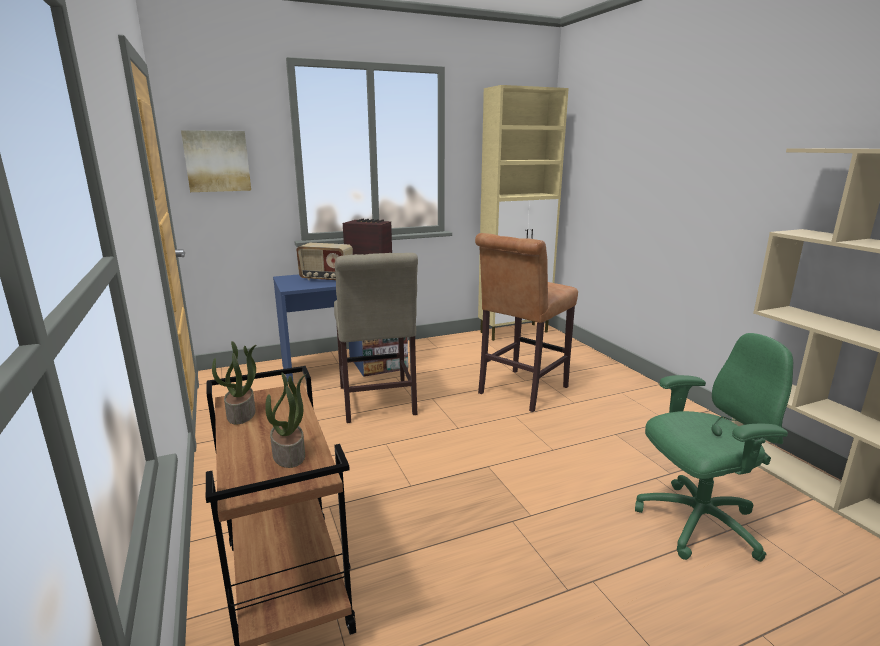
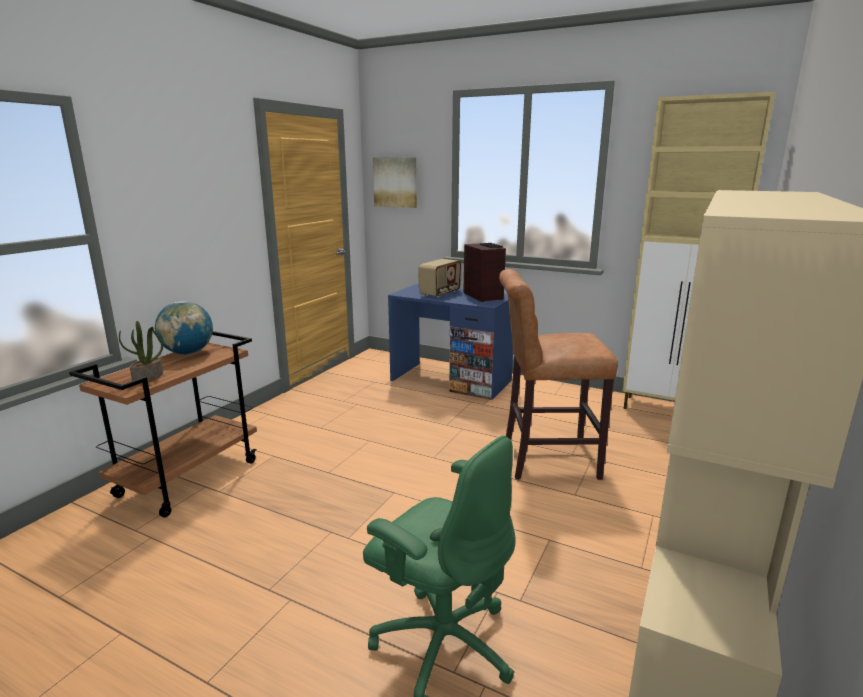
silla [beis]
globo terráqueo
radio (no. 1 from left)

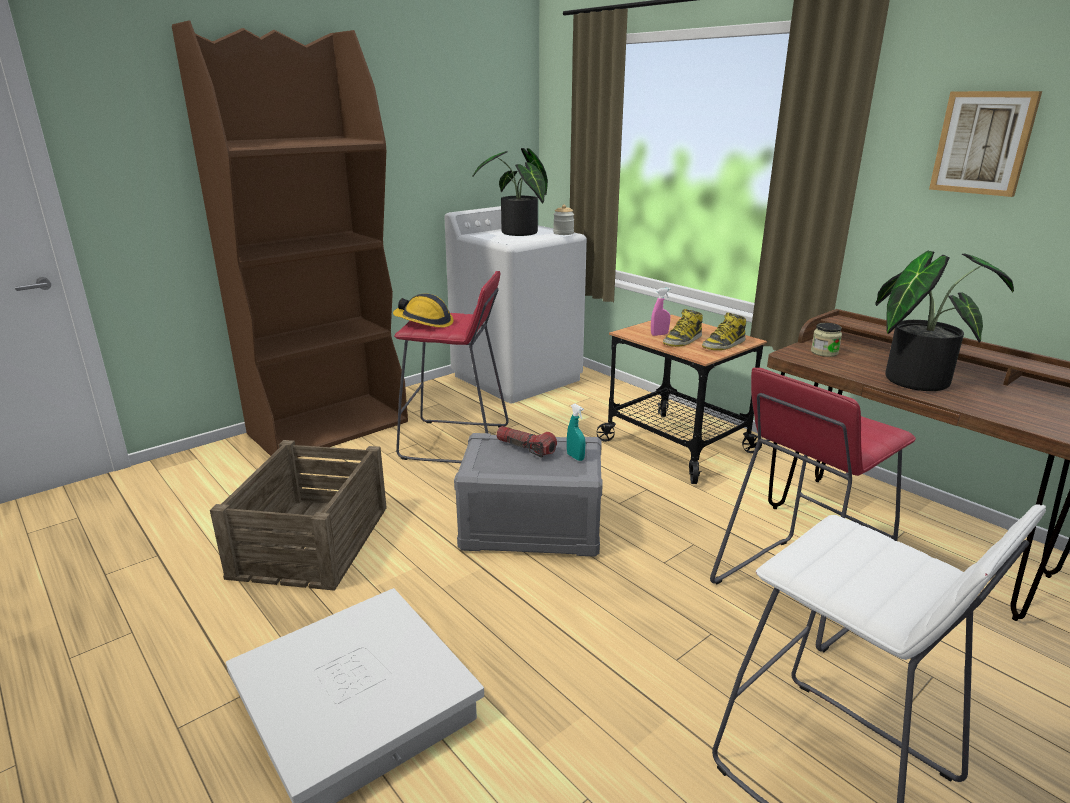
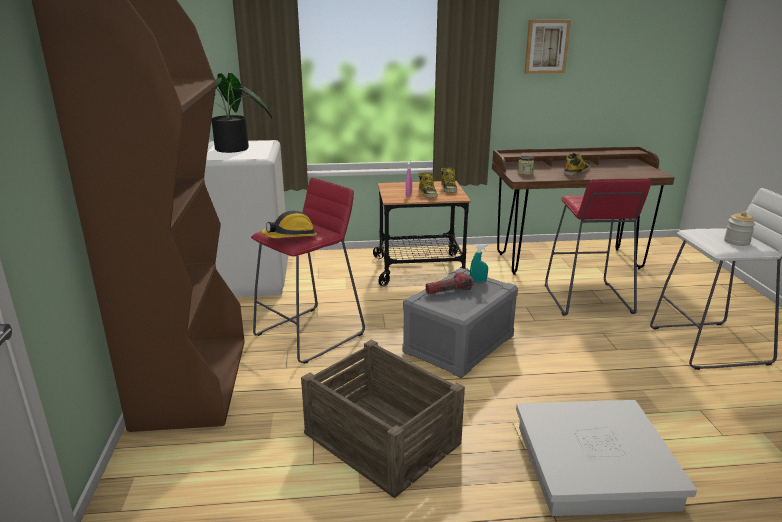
tarro (no. 2 from left)
bota (no. 3 from left)

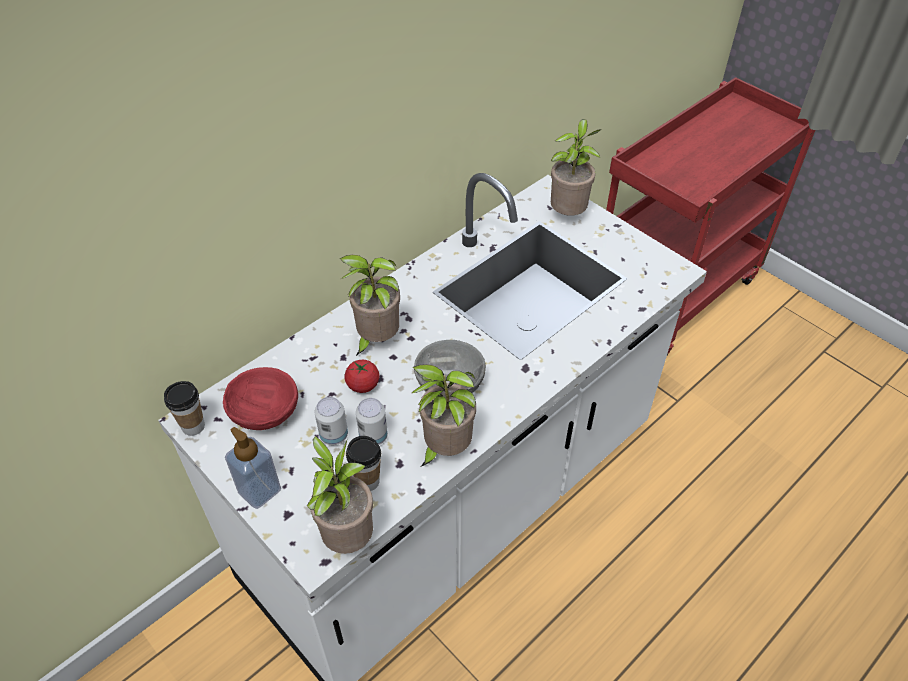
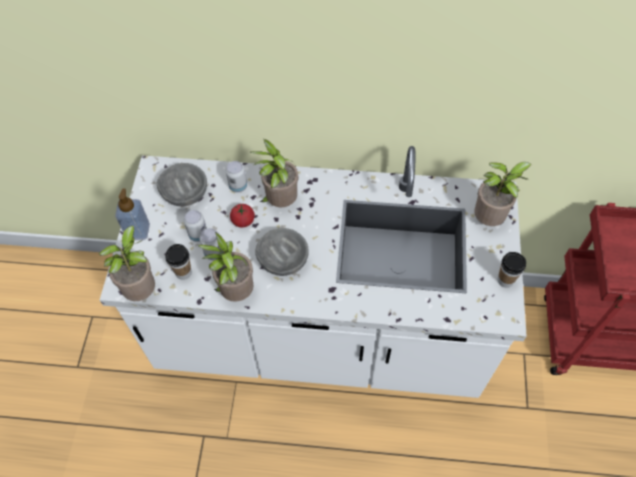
lata (no. 3 from left)
taza (no. 2 from left)
cuenco [gris] (no. 1 from left)

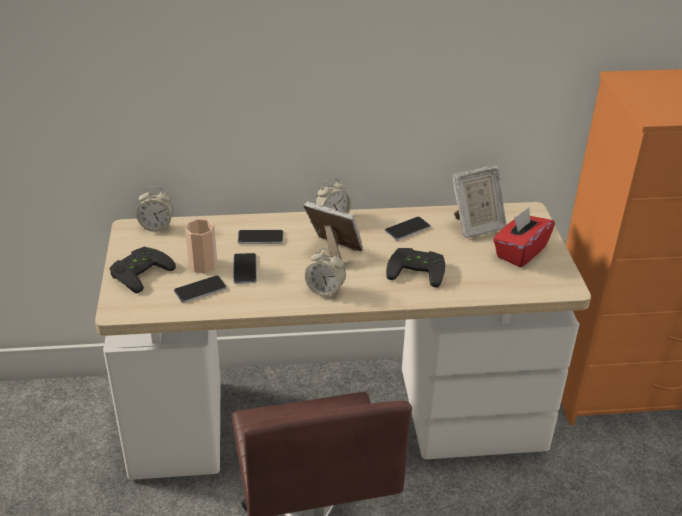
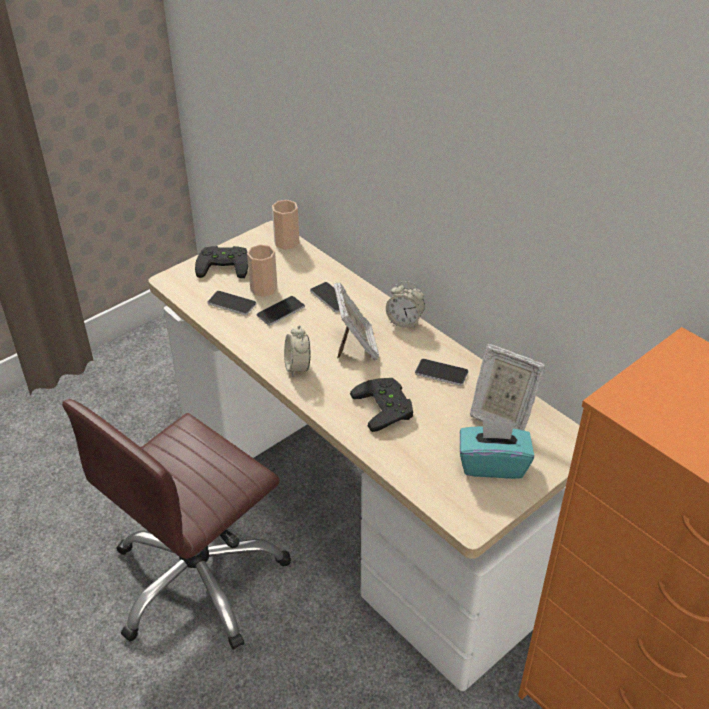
taza (no. 2 from left)
caja de pañuelos [turquesa]

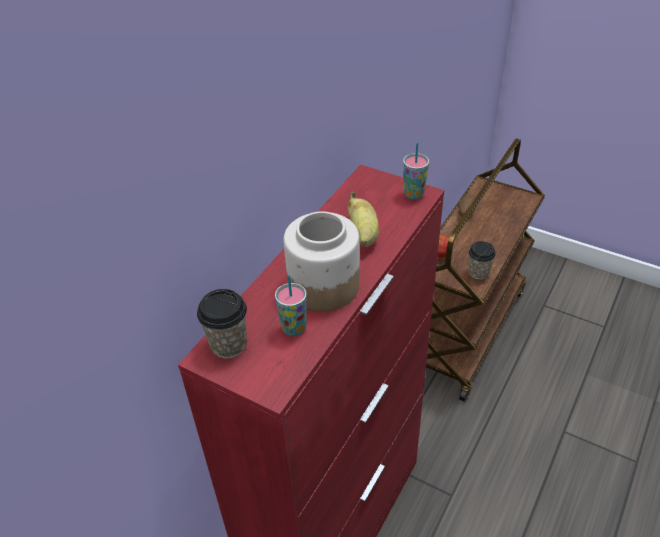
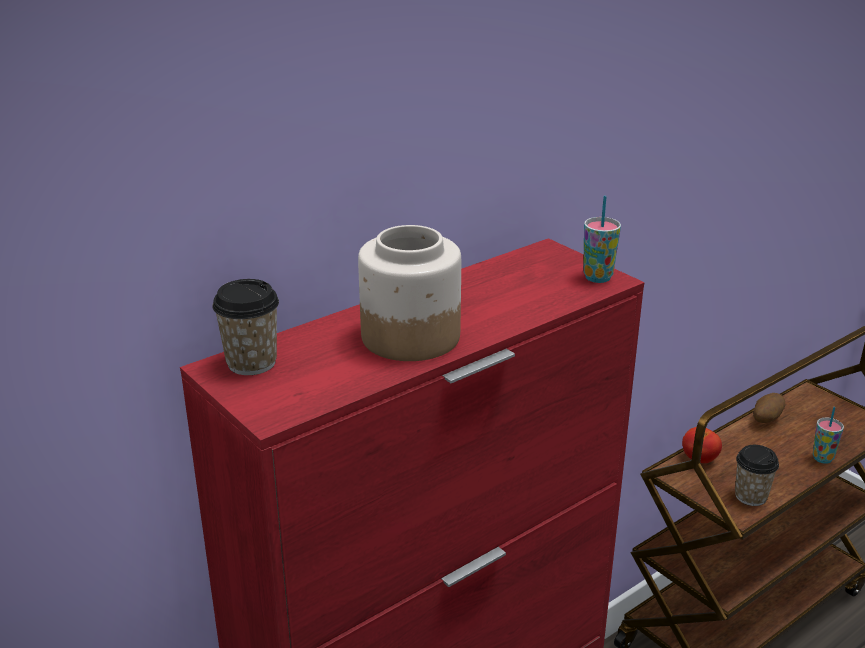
plátano
taza (no. 4 from left)

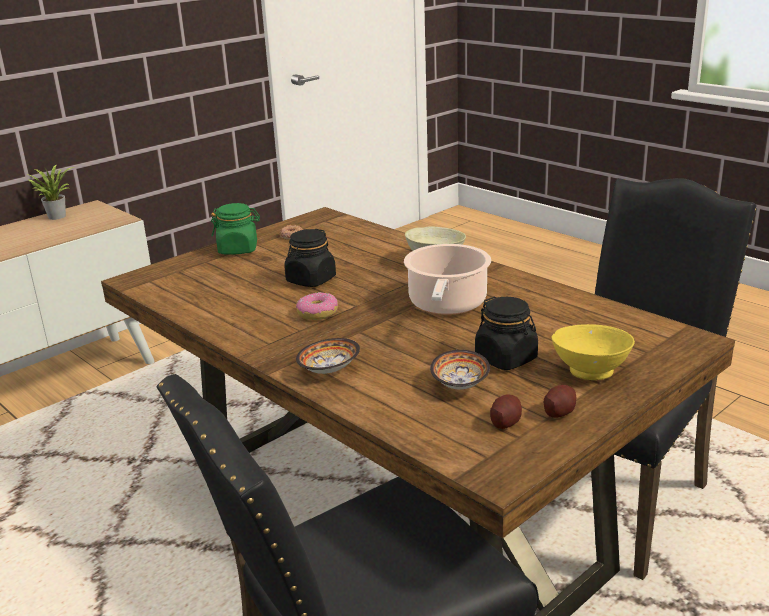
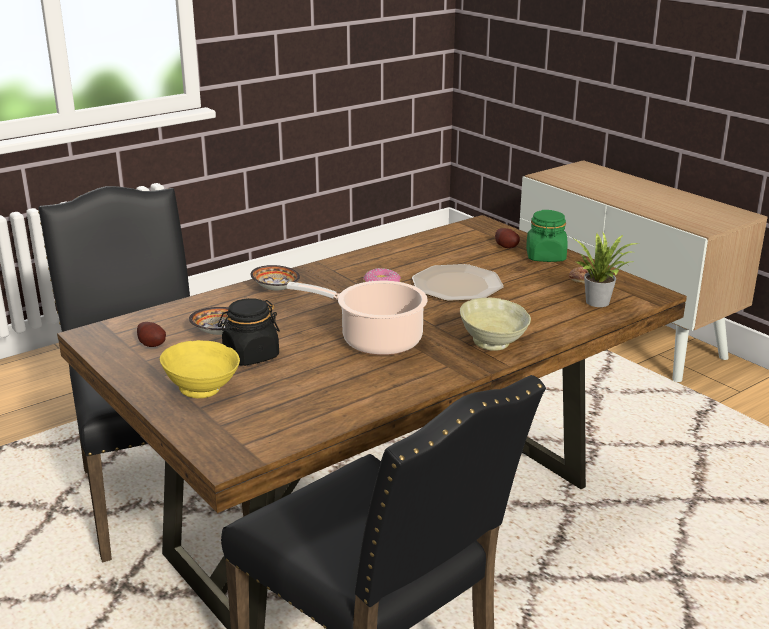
planta en maceta
patata (no. 2 from left)
plato

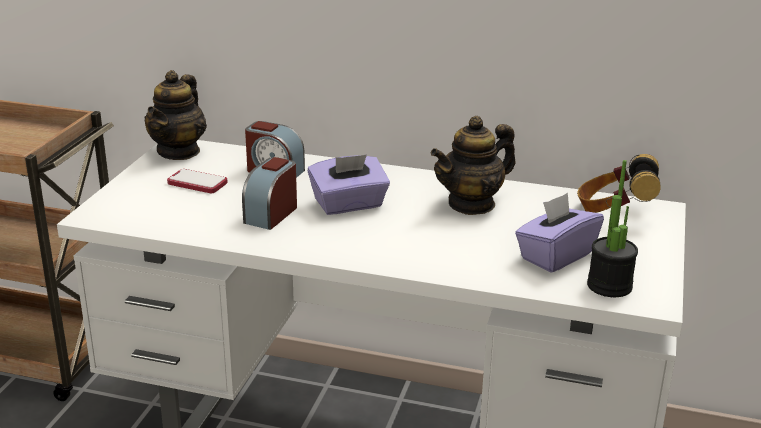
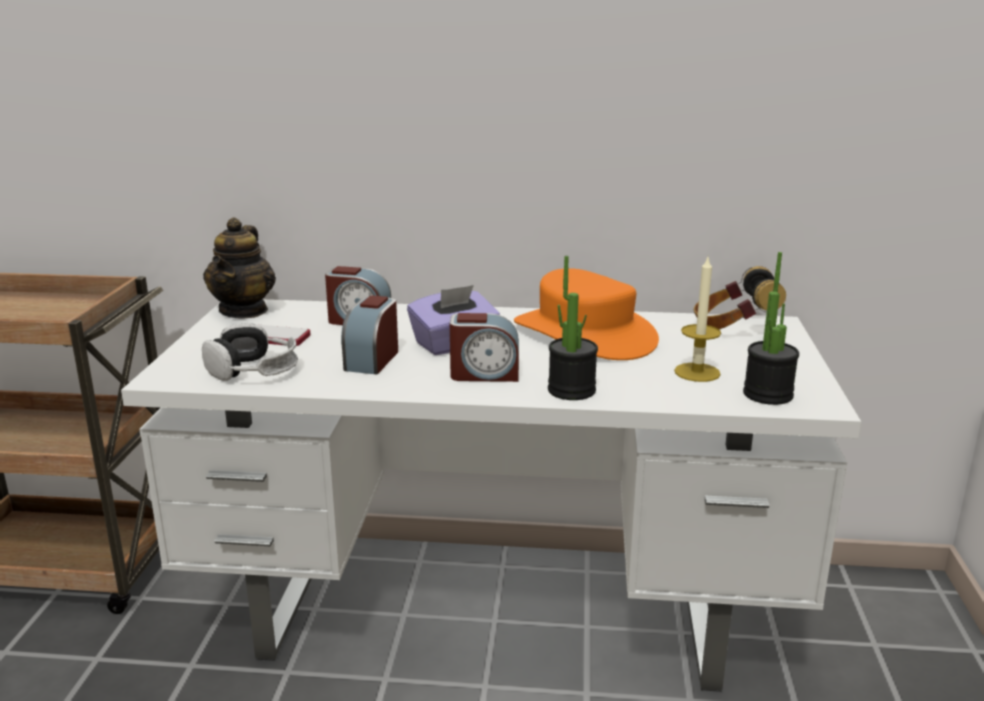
auriculares (no. 1 from left)
despertador (no. 3 from left)
planta en maceta (no. 1 from left)
sombrero [naranja]
vela

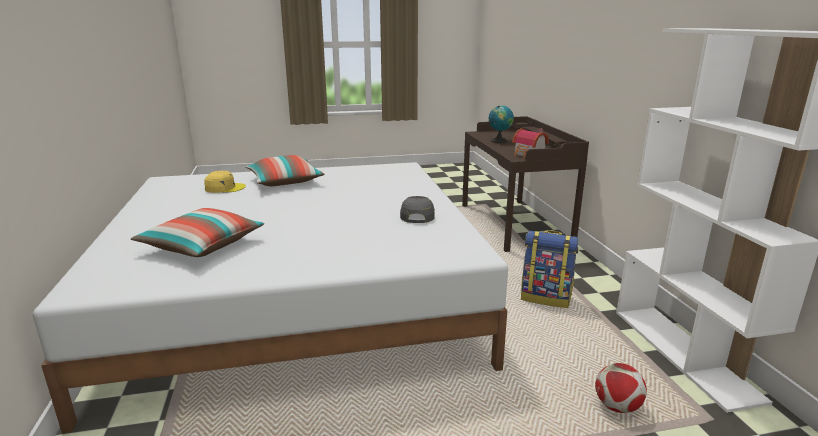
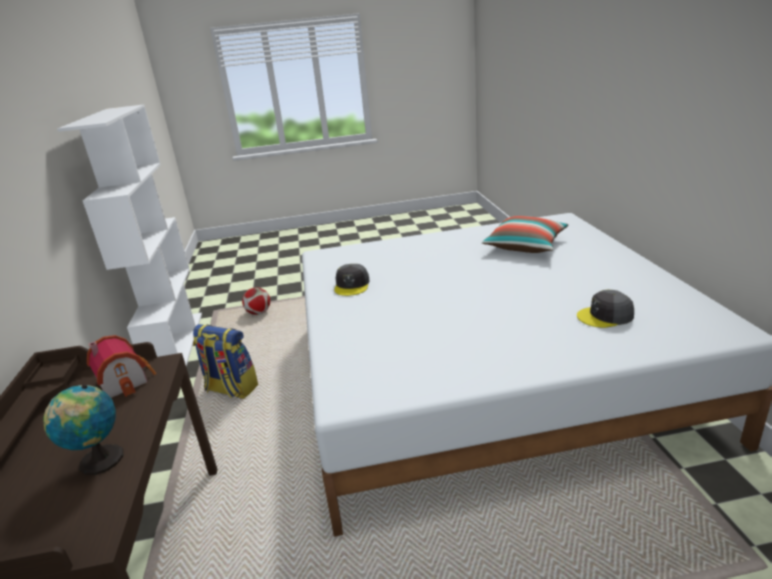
cojín (no. 2 from left in the first image)
gorra [gris] (no. 2 from left)

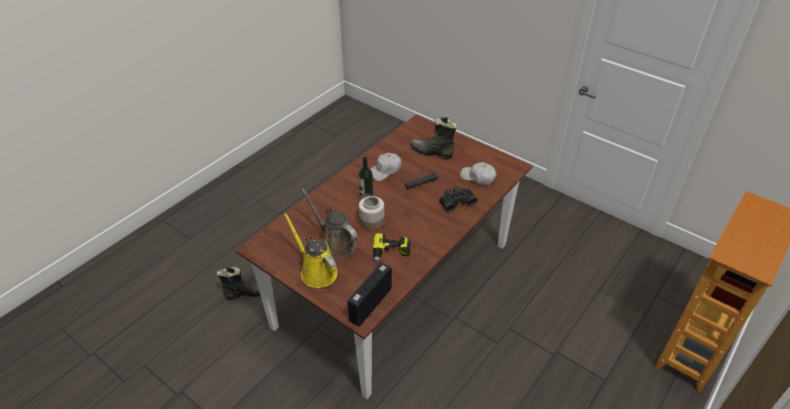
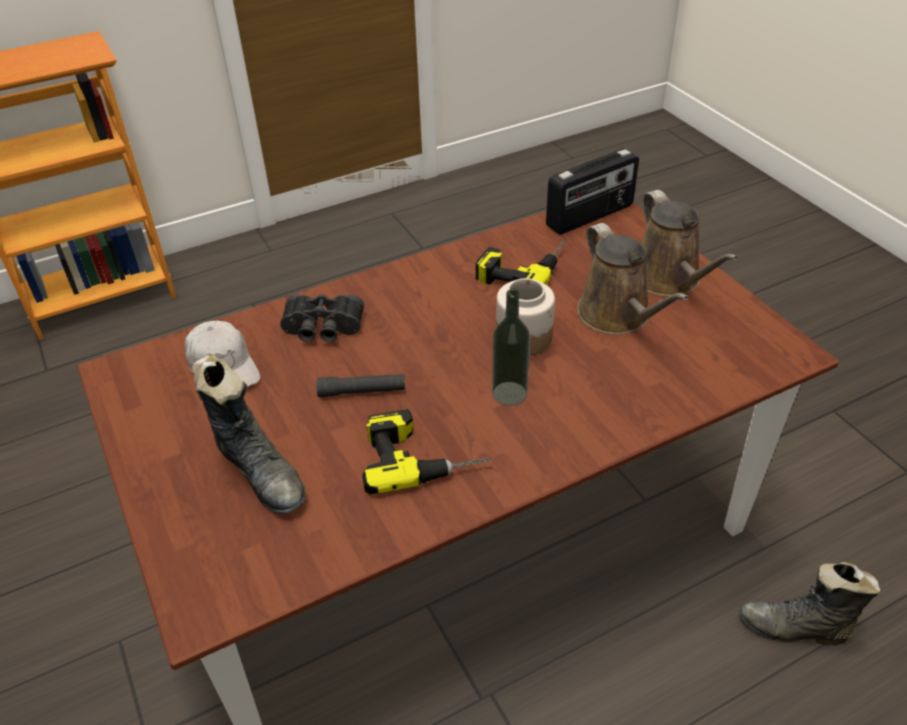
taladro (no. 1 from left)
regadera [marrón] (no. 2 from left)

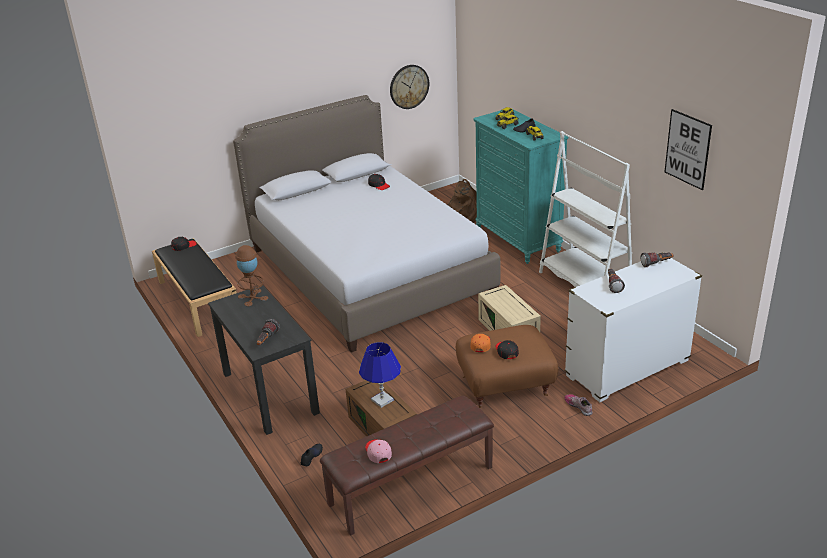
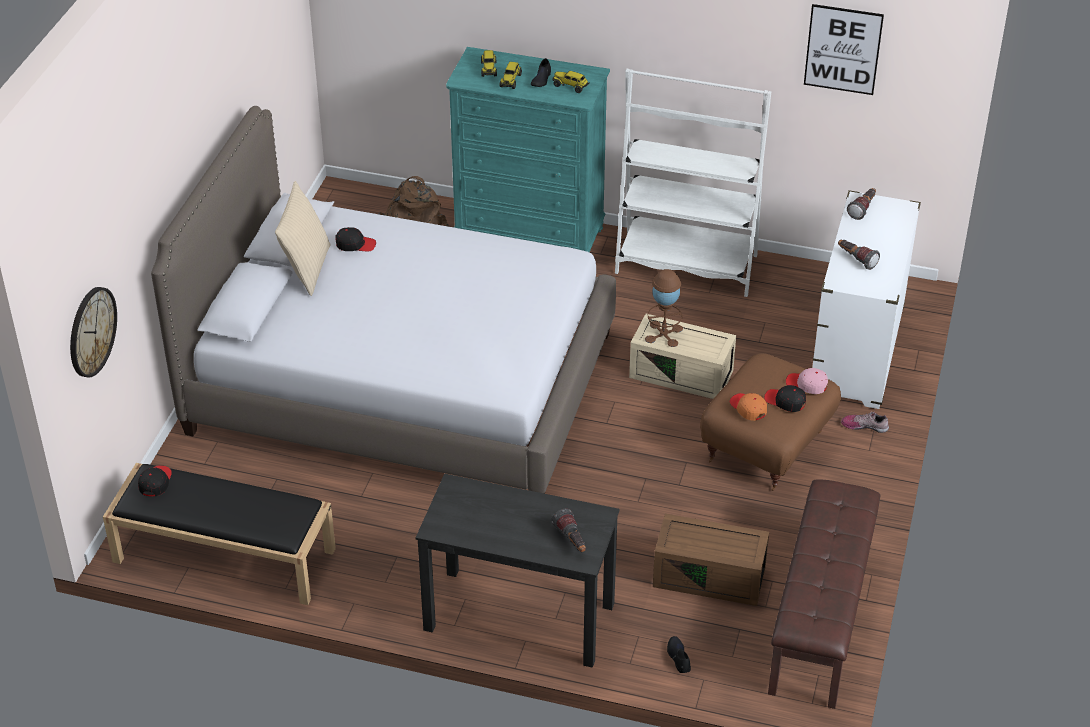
lámpara de mesa [azul]
cojín [beis]
lámpara de mesa [marrón]
gorra [rosa]
reloj de pared

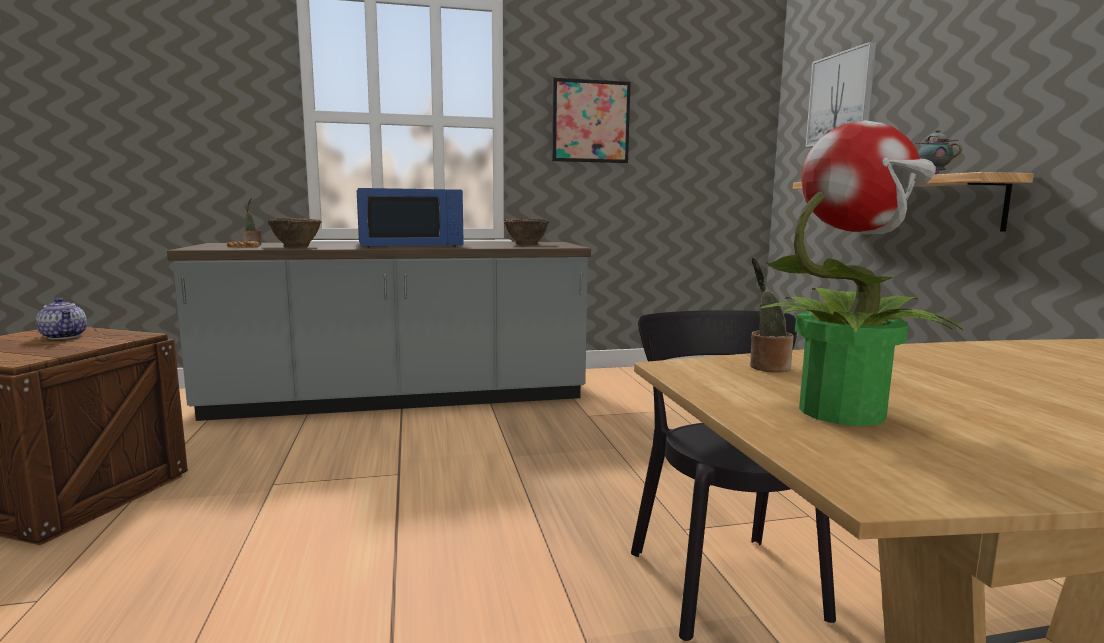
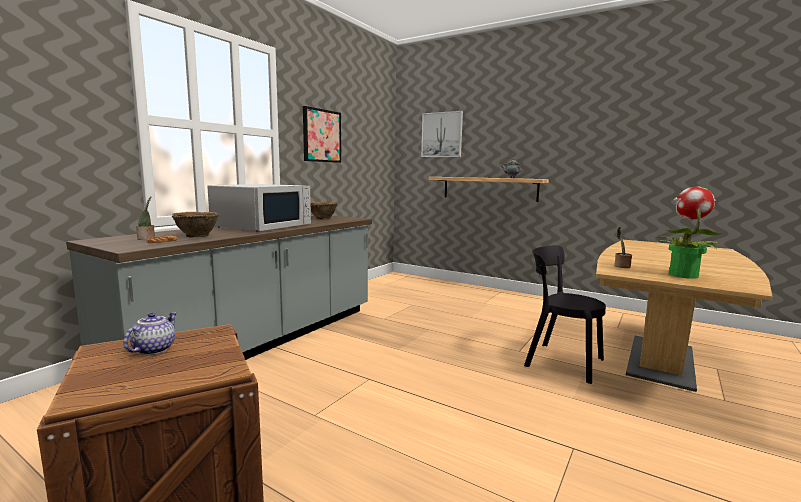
microondas [blanco]
tetera (no. 1 from left)

